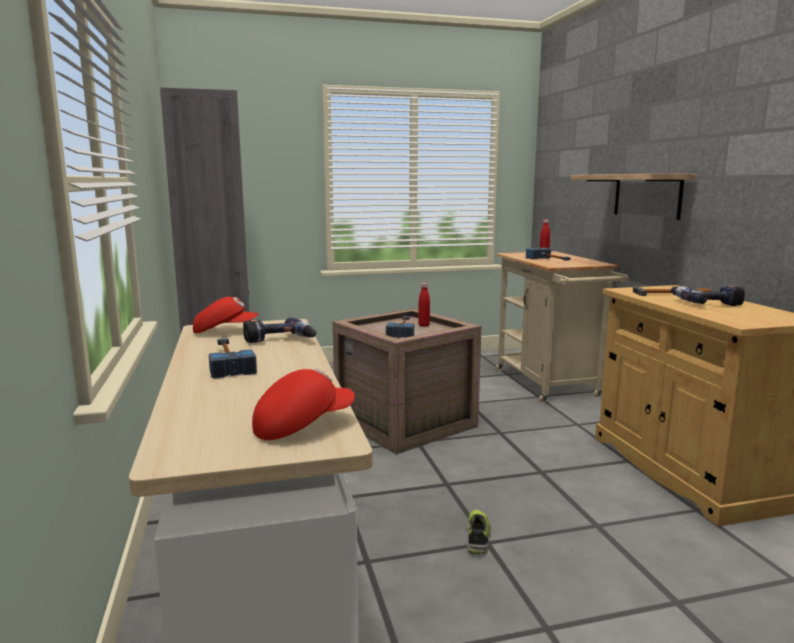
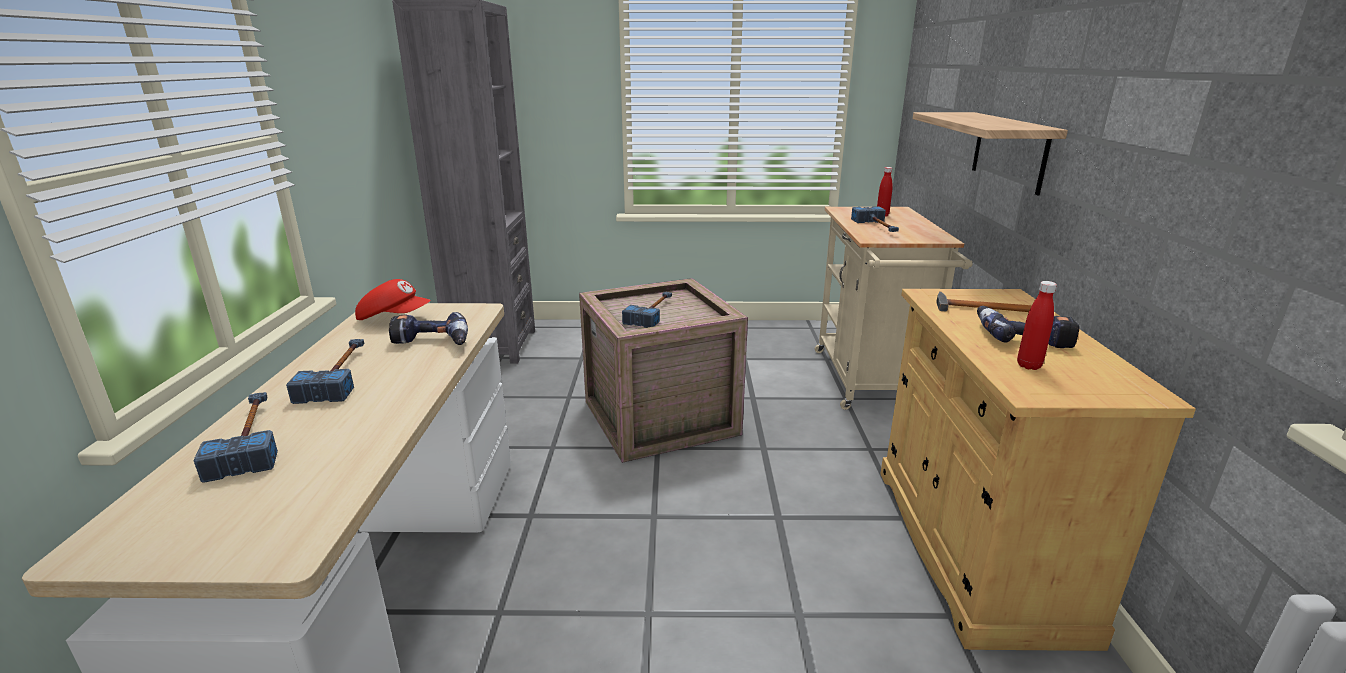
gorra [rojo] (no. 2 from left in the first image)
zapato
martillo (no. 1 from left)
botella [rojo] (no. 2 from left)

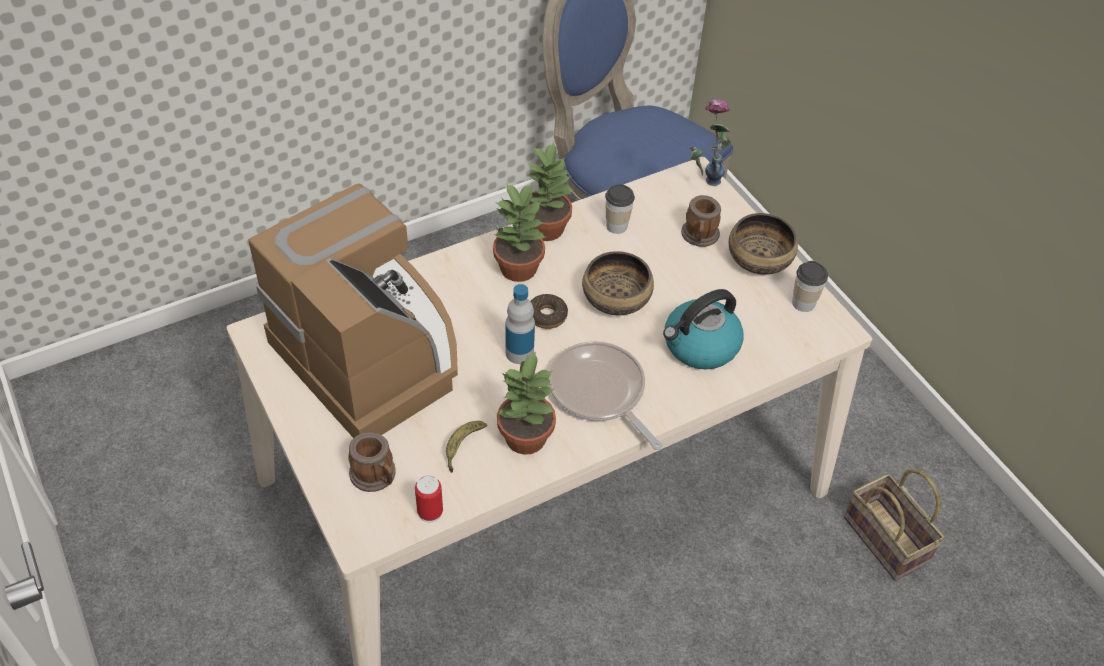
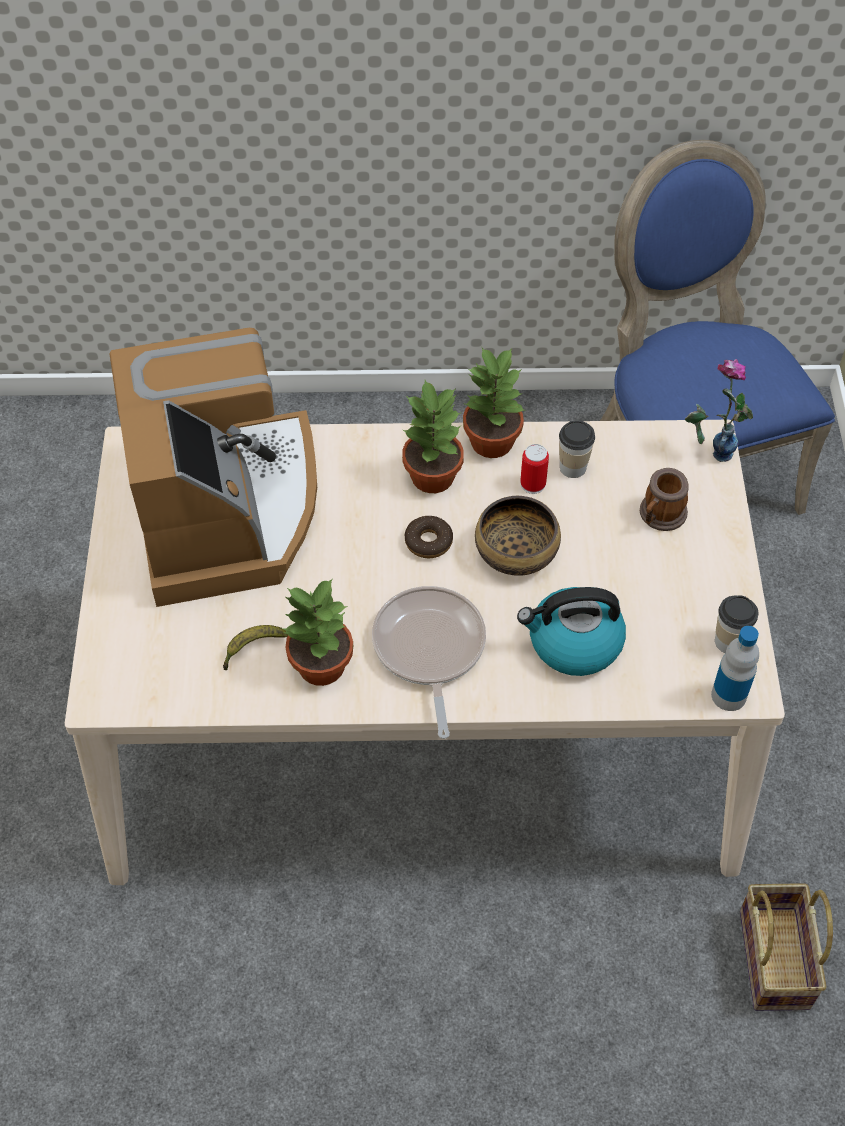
taza grande (no. 1 from left in the first image)
cuenco (no. 2 from left in the first image)
lata
botella

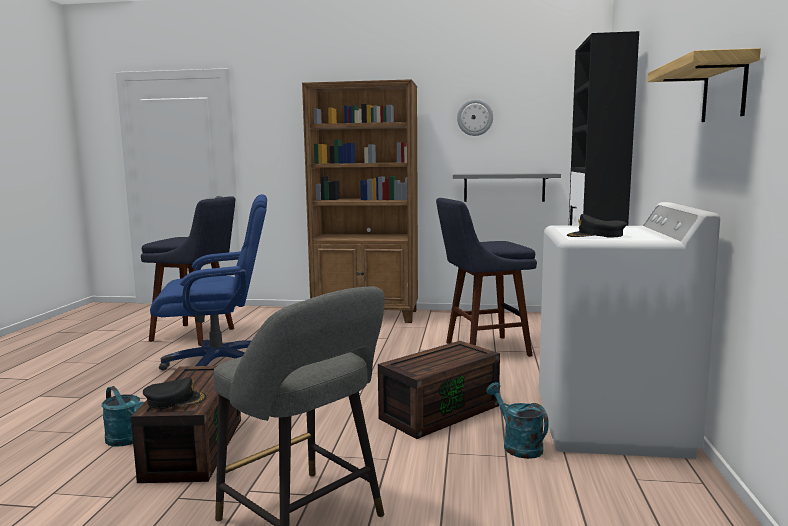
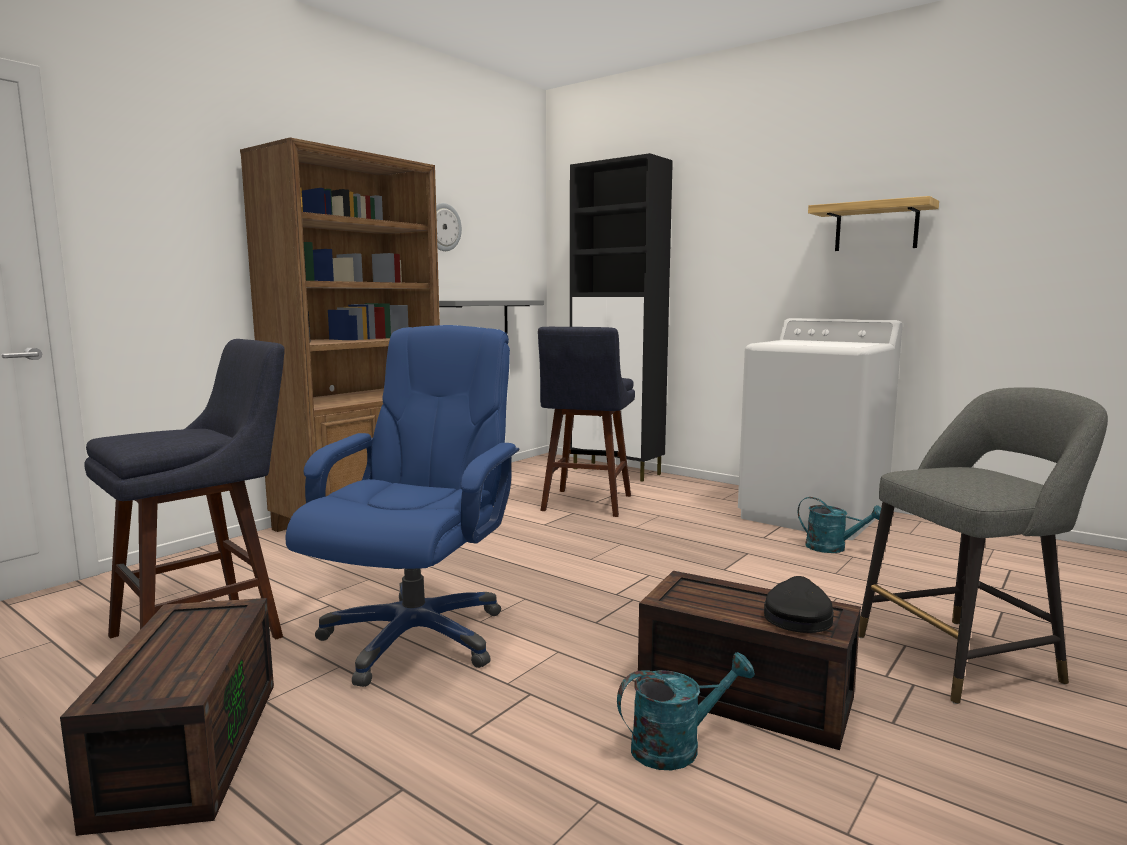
gorra [negro] (no. 2 from left in the first image)
caja de almacenaje [marrón] (no. 1 from left)
regadera [turquesa] (no. 2 from left)

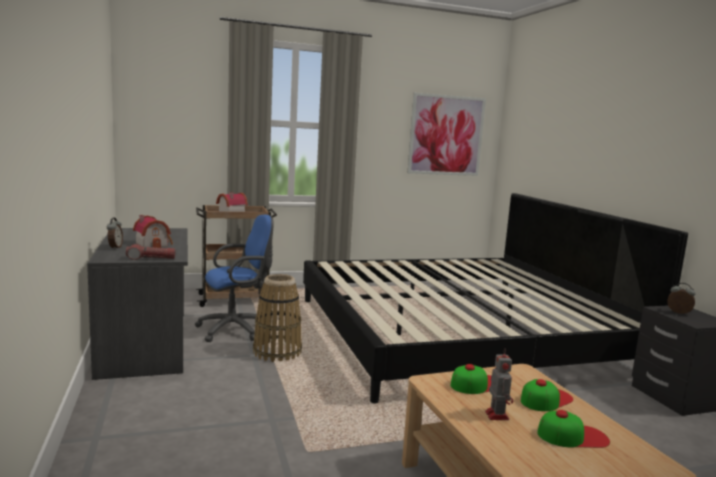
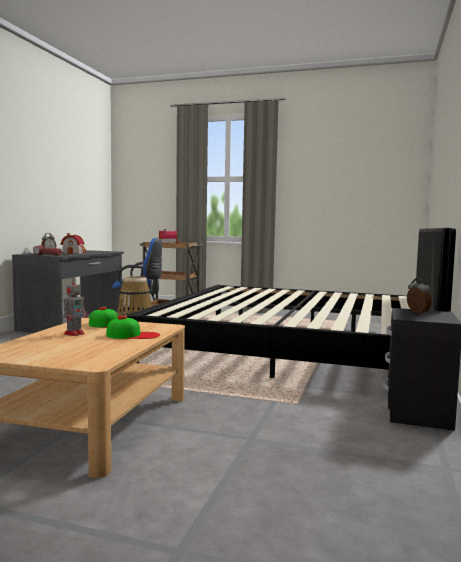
cuadro
gorra (no. 3 from left in the first image)

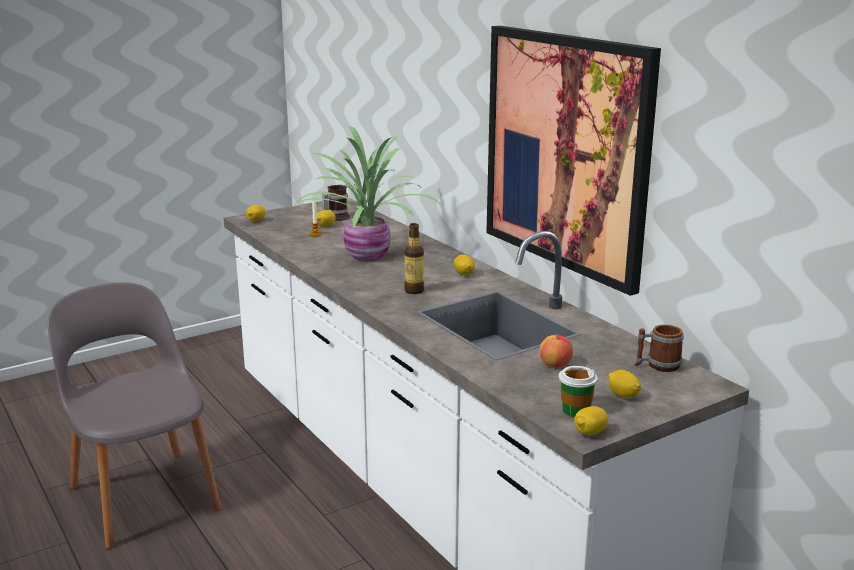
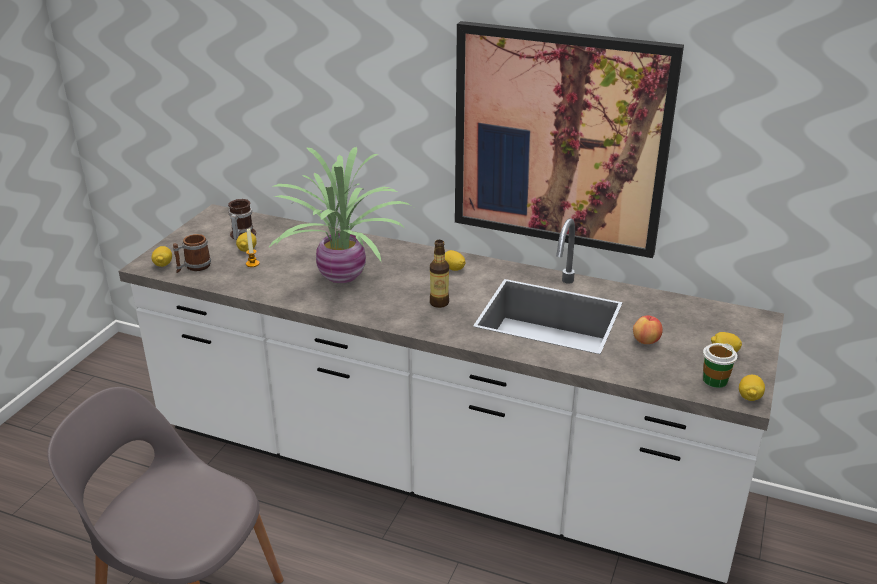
taza grande (no. 1 from left)

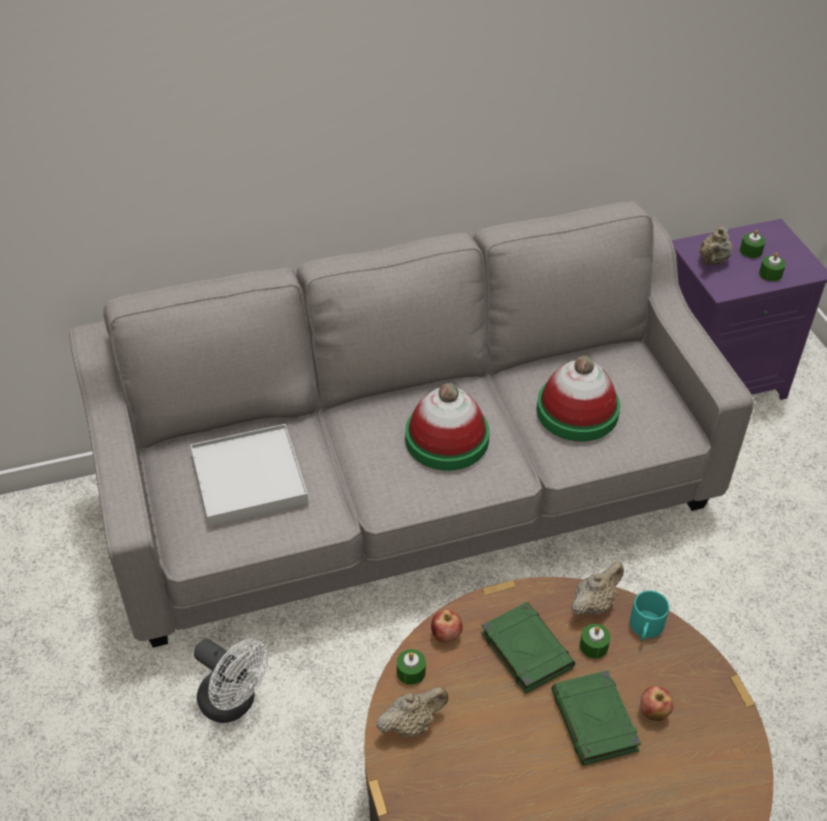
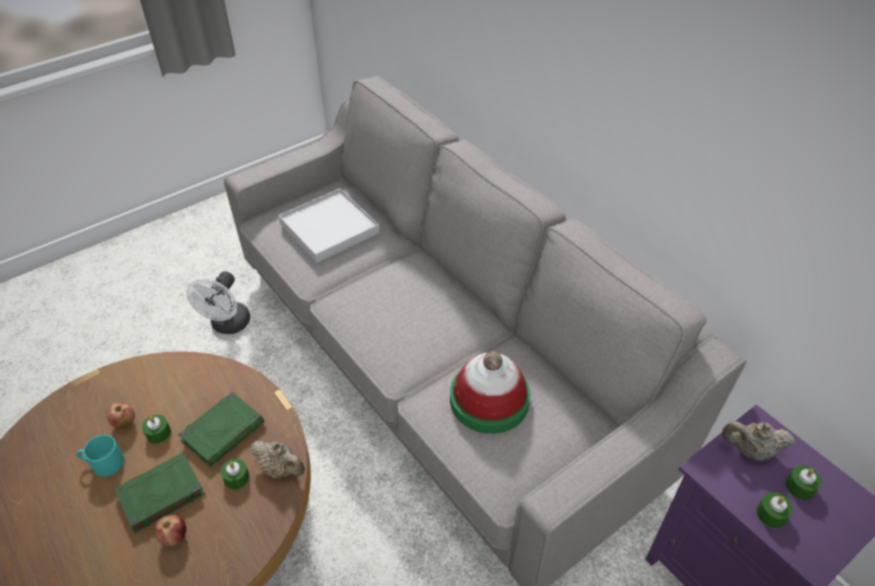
tetera [beis] (no. 1 from left in the first image)
sombrero (no. 1 from left in the first image)
vela [verde] (no. 1 from left)
manzana (no. 1 from left)
taza grande [turquesa]

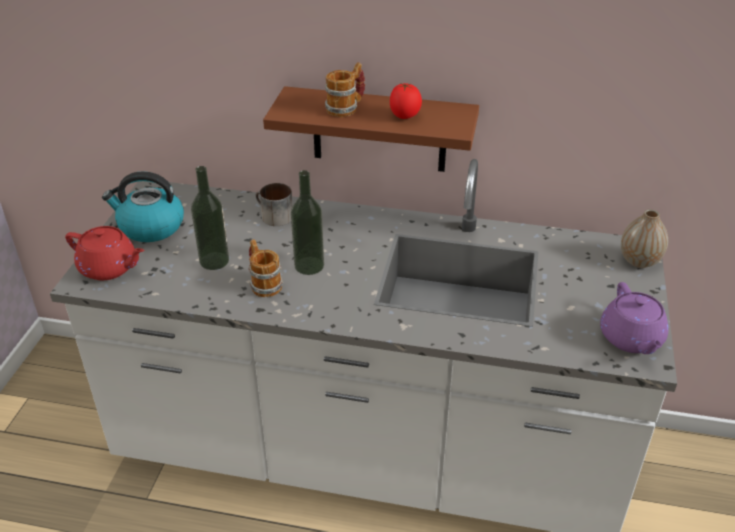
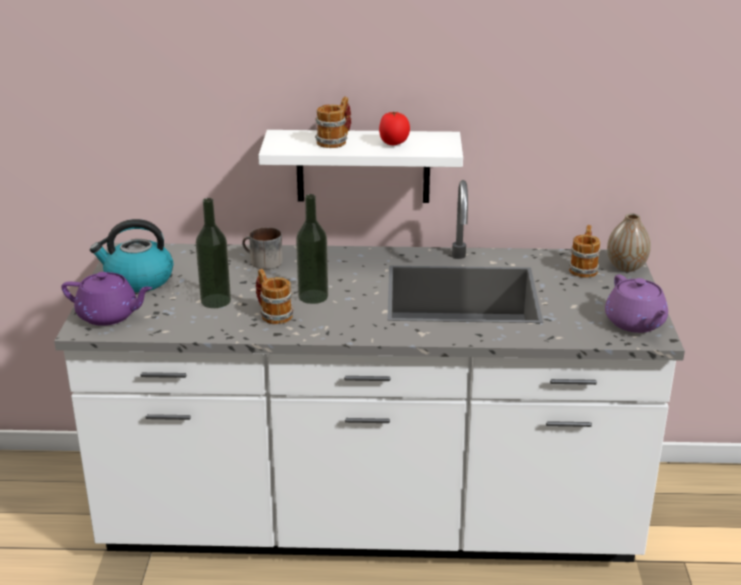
taza grande (no. 4 from left)
tetera [morado] (no. 1 from left)
estante [blanco]

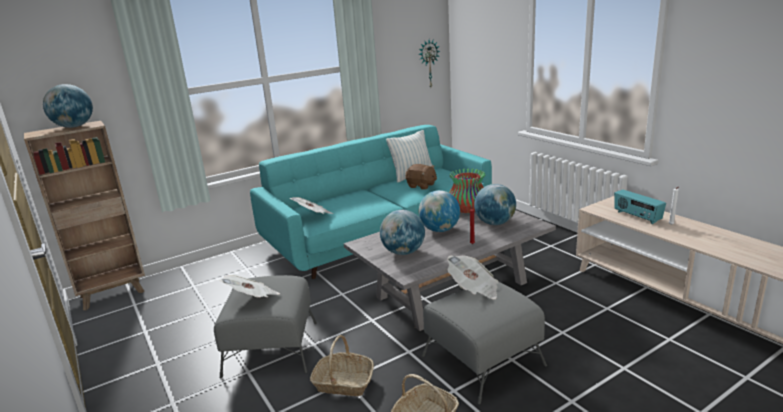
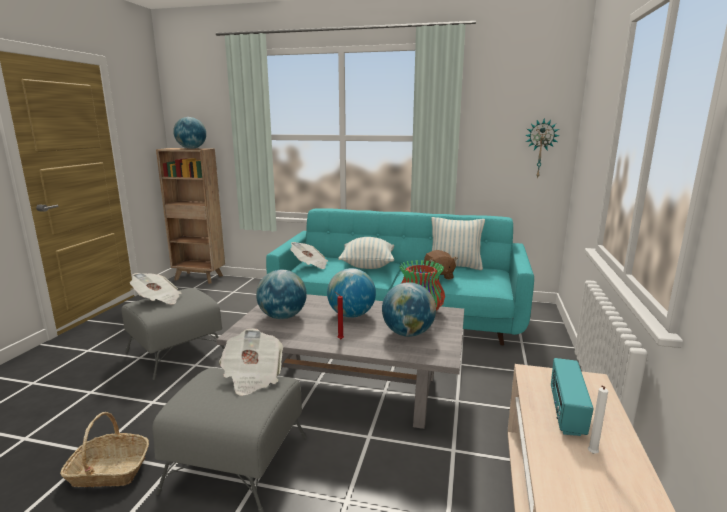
cesta (no. 1 from left in the first image)
cojín (no. 1 from left)

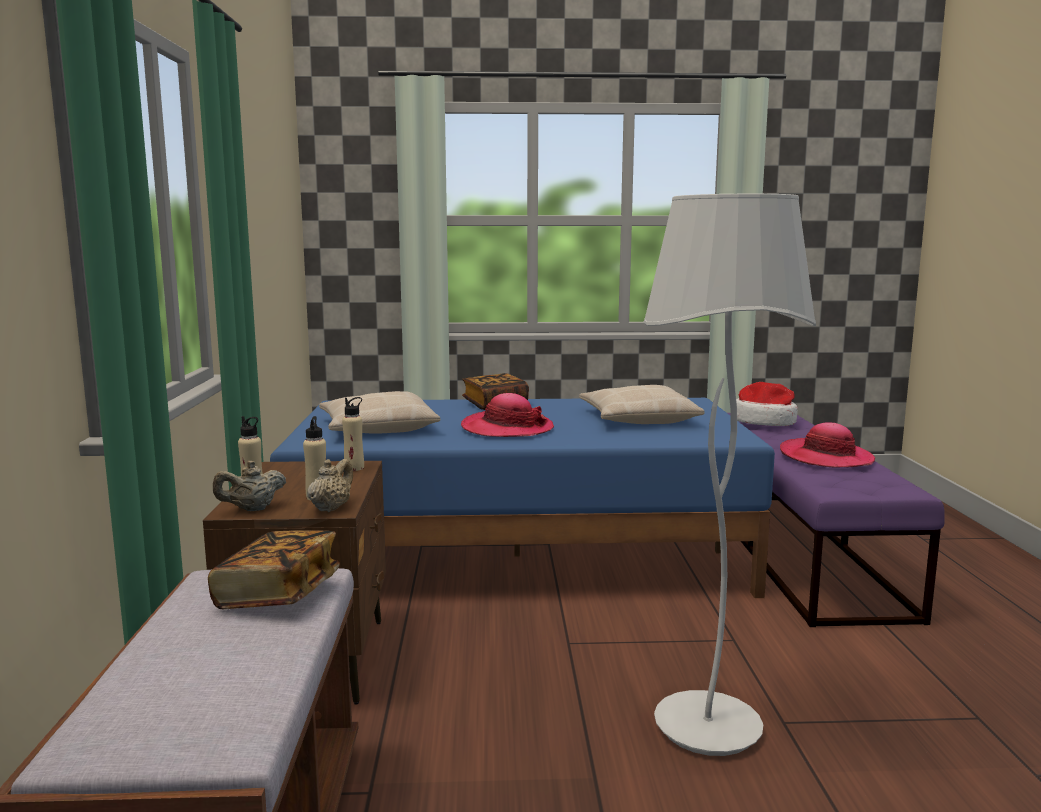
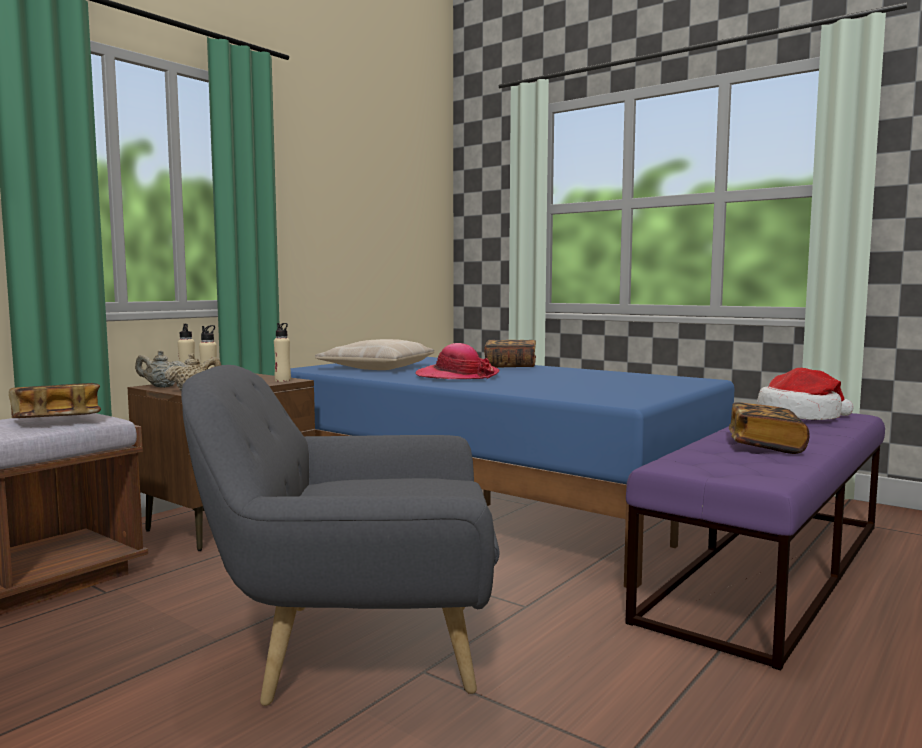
cojín [beis] (no. 2 from left in the first image)
sillón [gris]
libro (no. 3 from left)

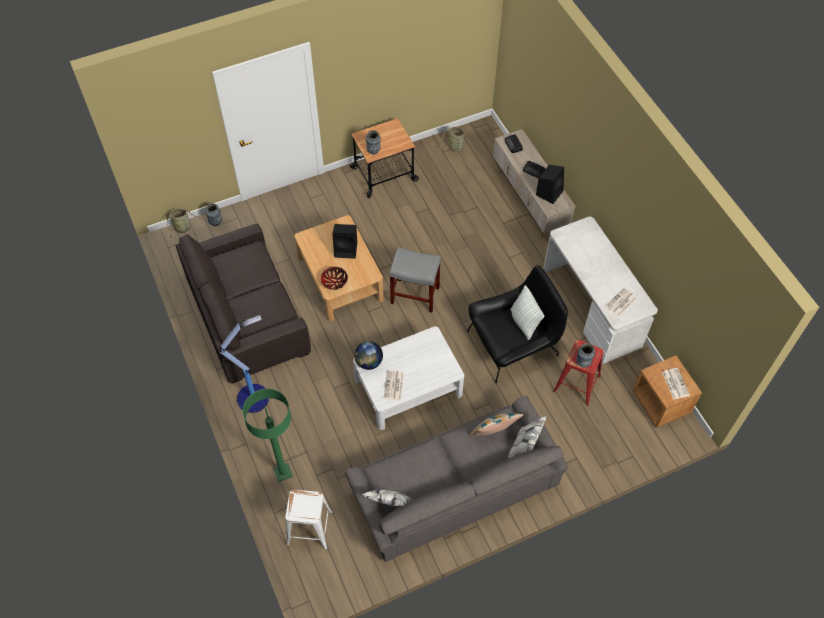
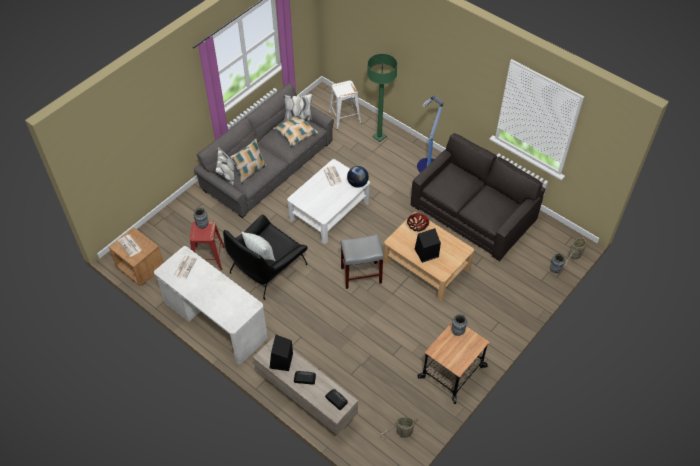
cojín (no. 3 from left)

